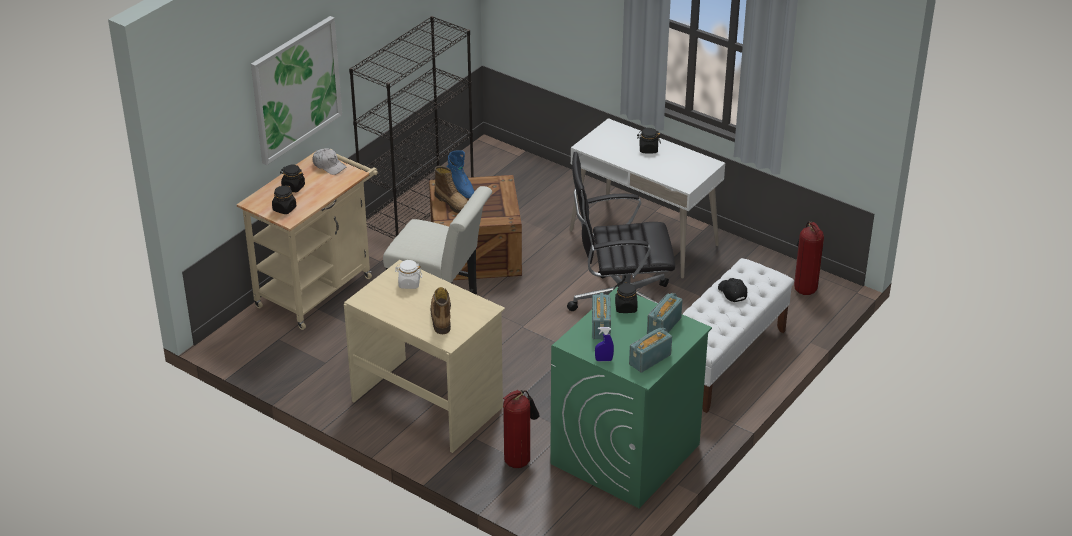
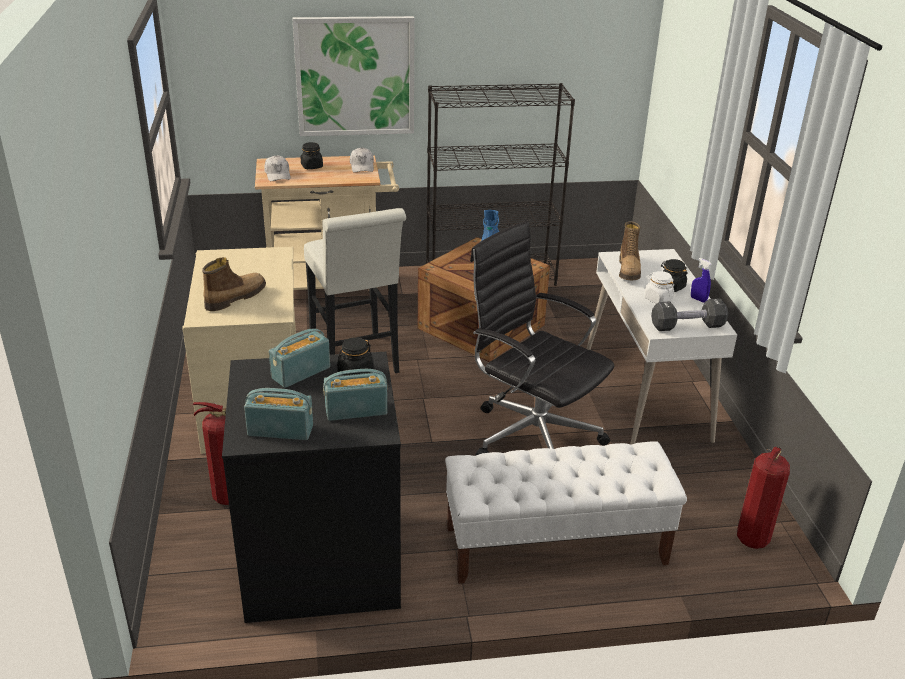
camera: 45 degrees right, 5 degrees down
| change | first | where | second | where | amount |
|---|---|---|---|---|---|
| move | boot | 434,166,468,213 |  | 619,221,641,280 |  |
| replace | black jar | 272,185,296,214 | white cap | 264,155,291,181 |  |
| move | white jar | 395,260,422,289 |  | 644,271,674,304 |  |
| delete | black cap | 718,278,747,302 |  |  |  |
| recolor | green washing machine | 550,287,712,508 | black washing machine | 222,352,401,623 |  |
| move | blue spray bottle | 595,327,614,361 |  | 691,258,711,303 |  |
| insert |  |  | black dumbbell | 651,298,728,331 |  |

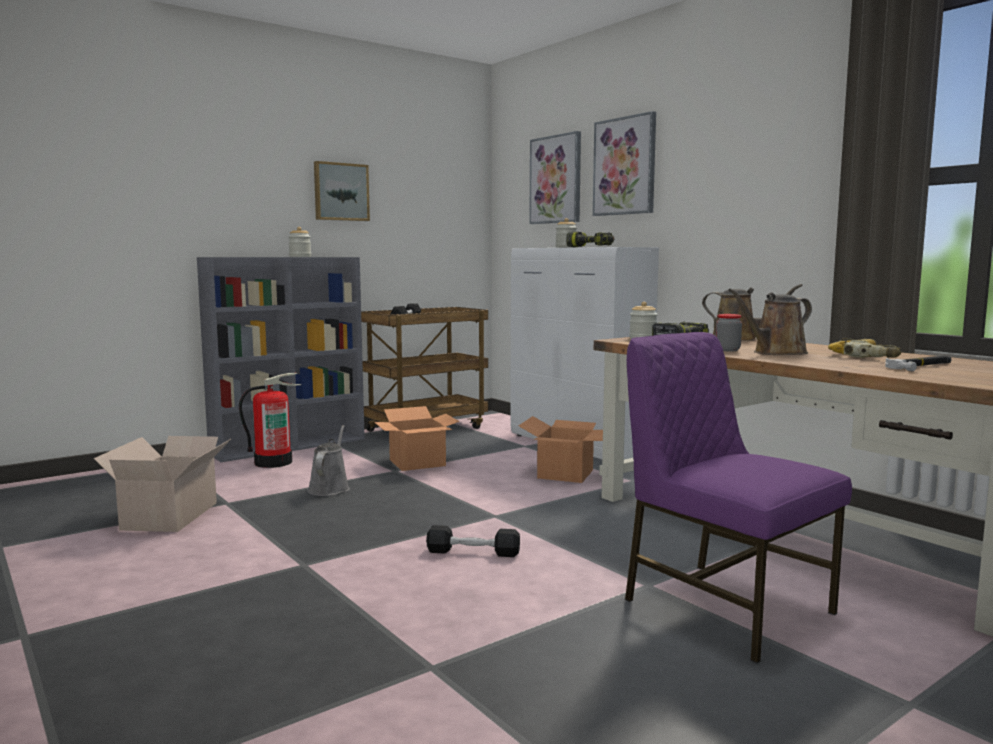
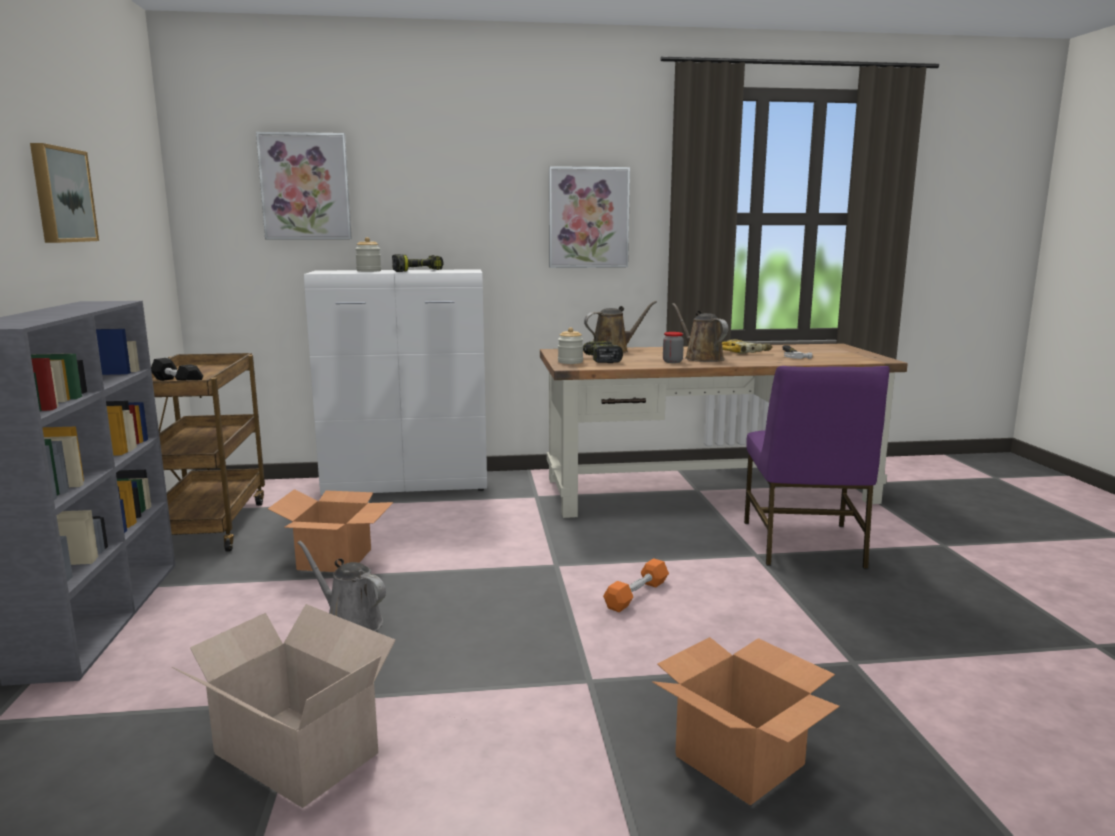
camera: 60 degrees left, 5 degrees up
| change | first | where | second | where | amount |
|---|---|---|---|---|---|
| move | picture | 593,111,656,216 |  | 549,166,630,268 |  |
| delete | jar | 288,227,311,257 |  |  |  |
| rotate | brown watering can | 728,289,812,355 |  | 672,303,728,362 | 150 degrees clockwise |
| rotate | purple chair | 625,332,852,664 |  | 744,366,890,569 | 75 degrees counterclockwise |
| delete | fire extinguisher | 239,373,302,468 |  |  |  |
| move | cardboard box | 518,416,603,483 |  | 652,637,840,805 |  |
| recolor | black dumbbell | 426,525,520,557 | orange dumbbell | 603,558,669,612 |  |

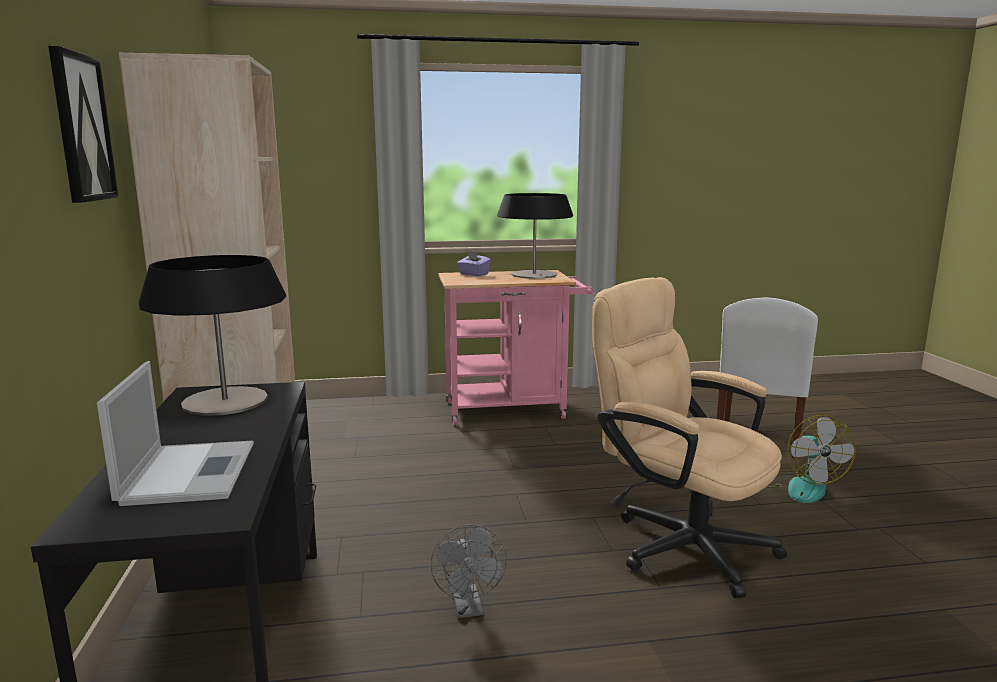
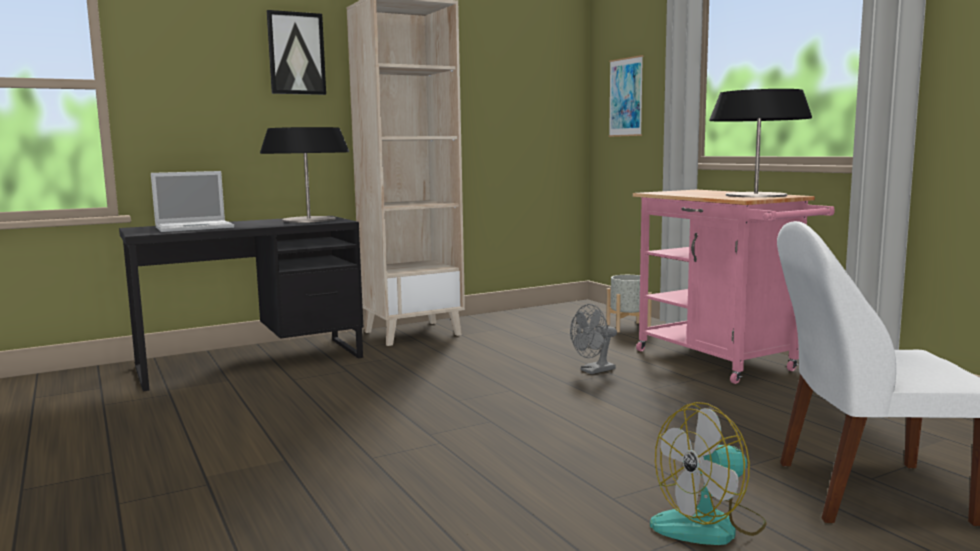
camera: 70 degrees right, 5 degrees down
| change | first | where | second | where | amount |
|---|---|---|---|---|---|
| delete | purple tissue box | 457,251,491,276 |  |  |  |
| delete | beige office chair | 591,277,787,598 |  |  |  |
| move | grey fan | 431,524,507,618 |  | 570,304,617,374 |  |
| insert |  |  | picture | 609,55,643,137 |  |
| insert |  |  | grey planter | 606,275,652,333 |  |

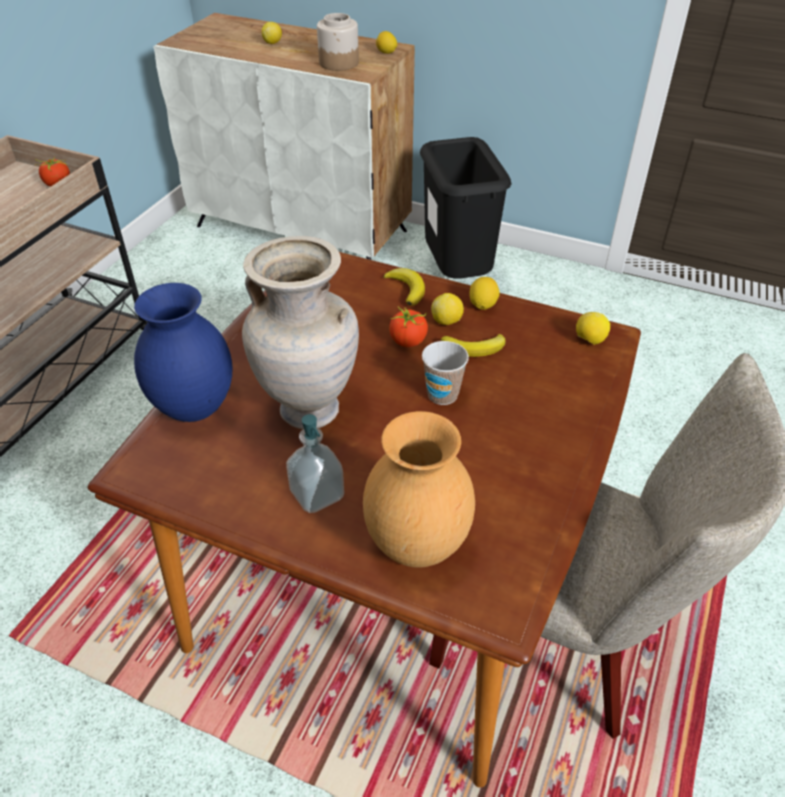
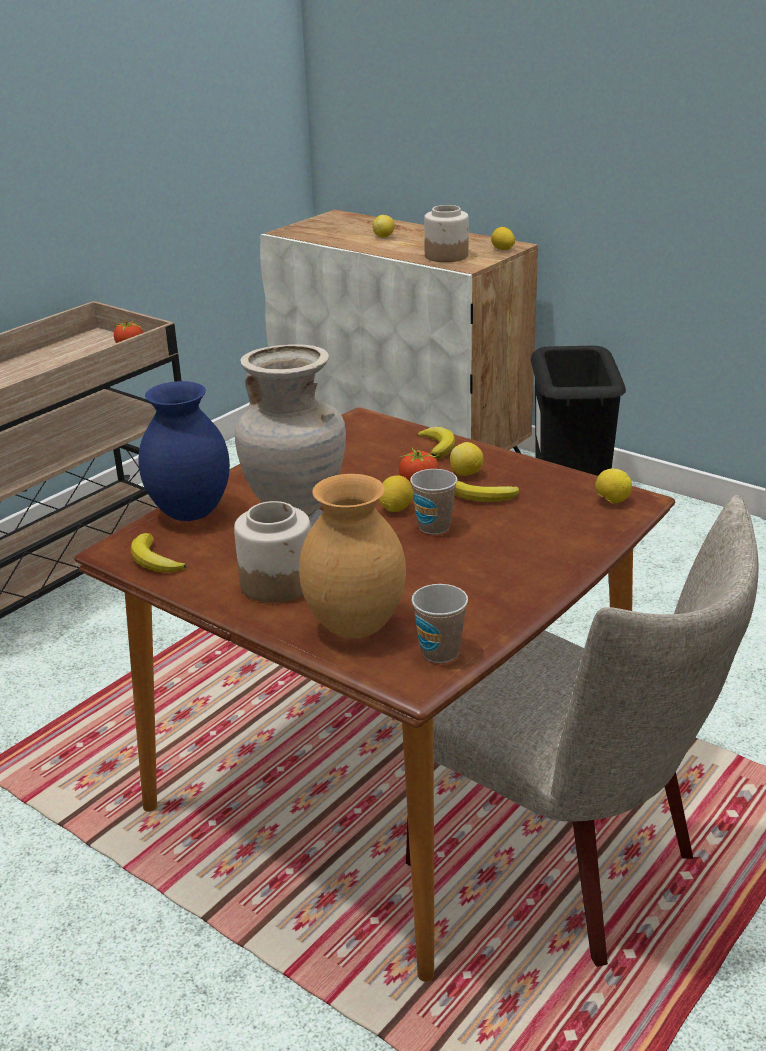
camera: 15 degrees right, 15 degrees down
| change | first | where | second | where | amount |
|---|---|---|---|---|---|
| move | lemon | 469,277,500,310 |  | 379,475,413,512 |  |
| replace | soap dispenser | 286,414,344,513 | jar | 234,501,311,603 |  |
| insert |  |  | banana | 131,533,187,573 |  |
| insert |  |  | cup | 412,584,468,663 |  |

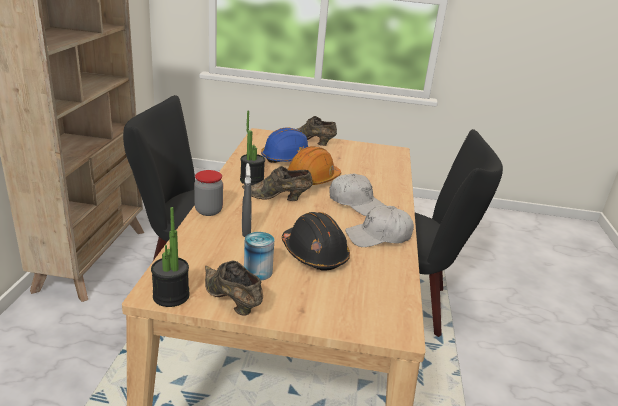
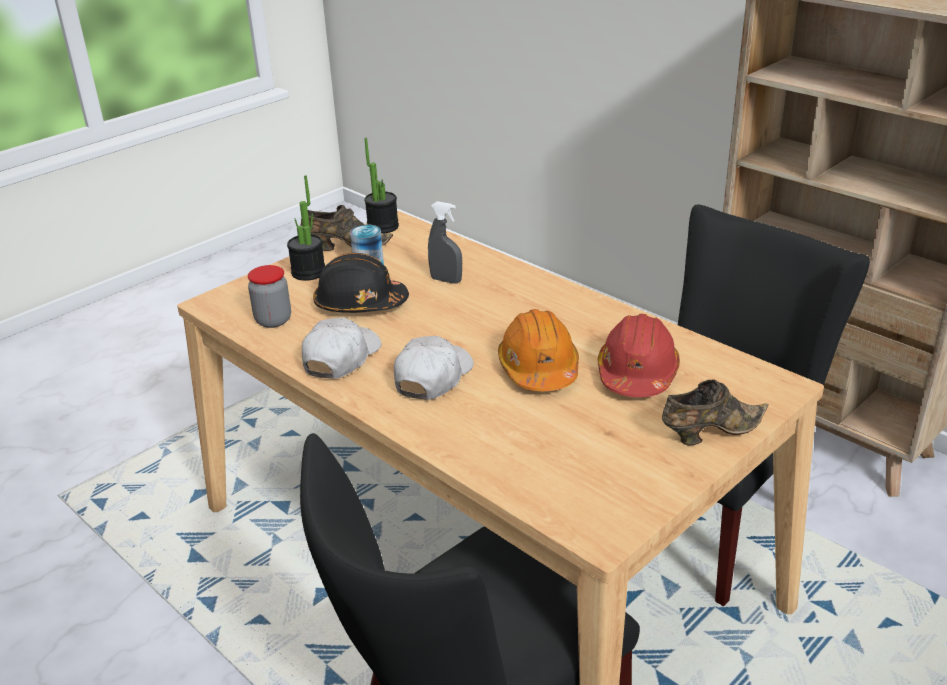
camera: 130 degrees right, 5 degrees up
| change | first | where | second | where | amount |
|---|---|---|---|---|---|
| move | potted plant | 240,111,265,185 |  | 287,175,325,281 |  |
| recolor | blue hard hat | 261,127,309,163 | red hard hat | 598,314,680,397 |  |
| delete | brown shoe | 242,166,313,201 |  |  |  |
| move | jar | 194,170,223,216 |  | 248,265,291,328 |  |
| rotate | white cap | 329,174,386,216 |  | 394,336,474,400 | 135 degrees clockwise |

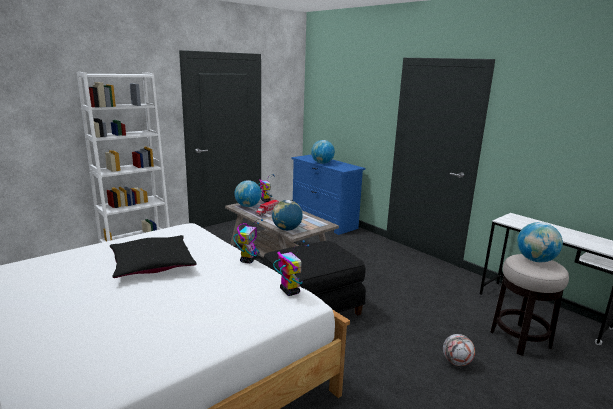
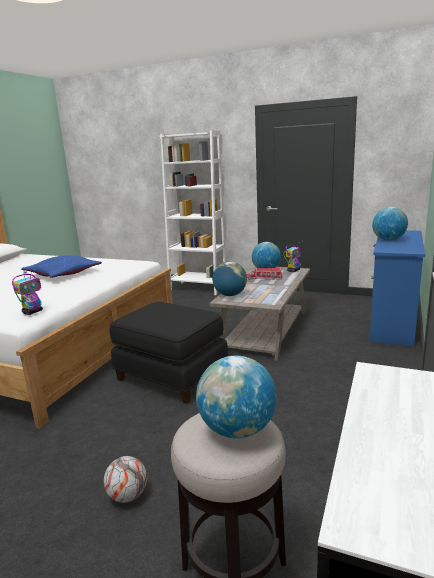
camera: 65 degrees right, 0 degrees up
| change | first | where | second | where | amount |
|---|---|---|---|---|---|
| delete | toy robot | 233,219,263,263 |  |  |  |
| recolor | black pillow | 110,235,197,278 | blue pillow | 21,256,102,278 |  |

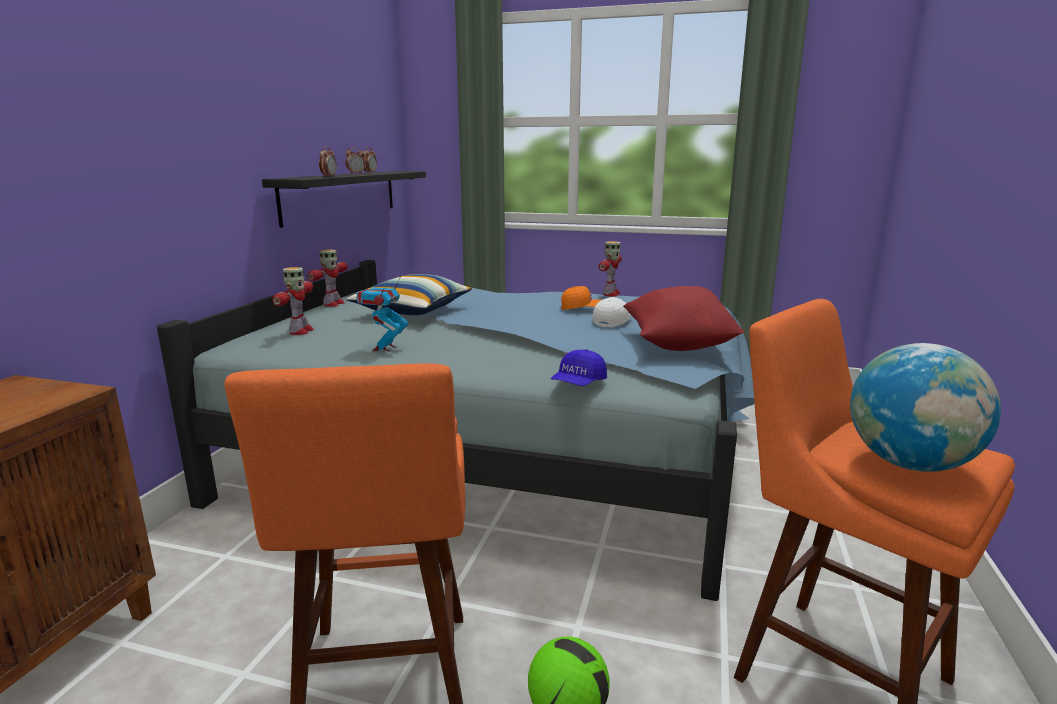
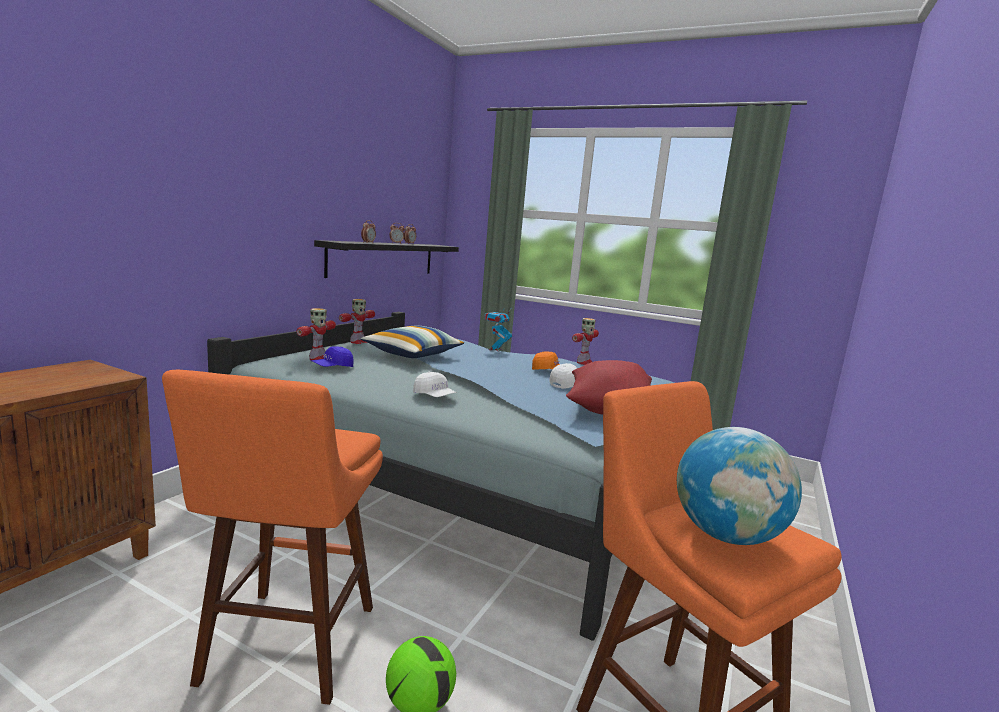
camera: 10 degrees right, 5 degrees down
| change | first | where | second | where | amount |
|---|---|---|---|---|---|
| move | toy robot | 356,276,408,352 |  | 484,307,512,352 |  |
| move | blue cap | 551,349,607,386 |  | 311,346,354,367 |  |
| insert |  |  | white cap | 413,372,457,397 |  |

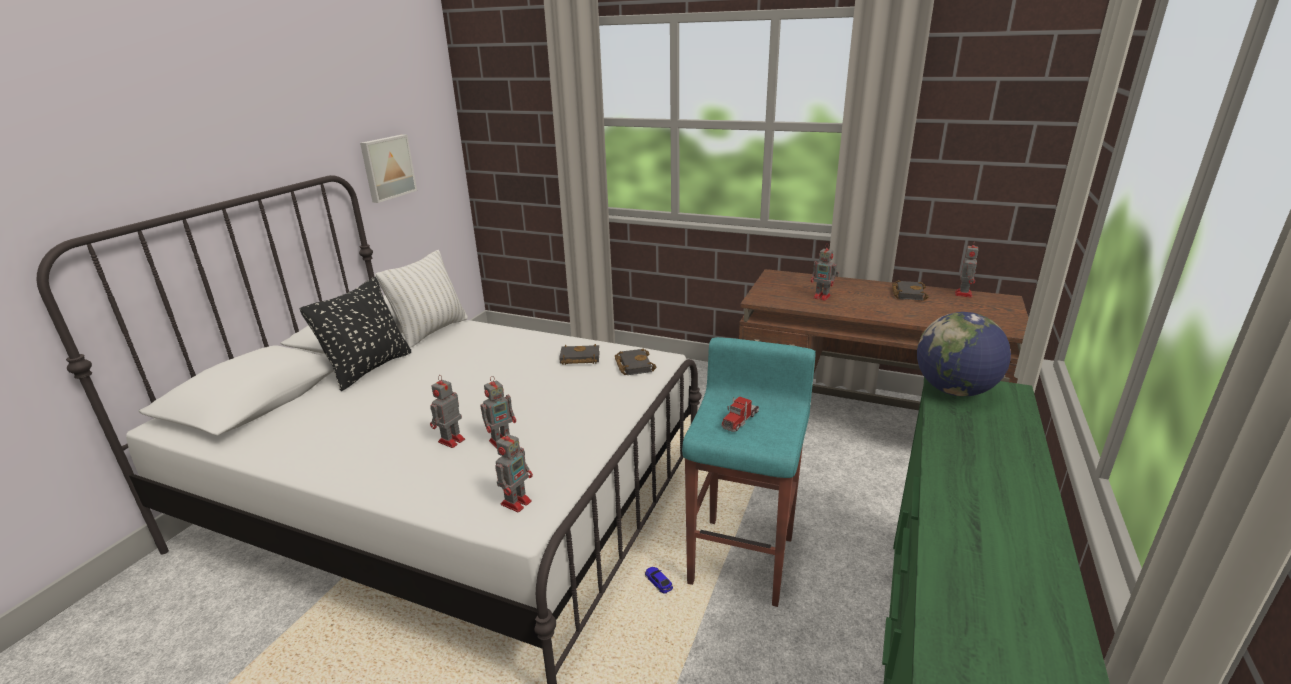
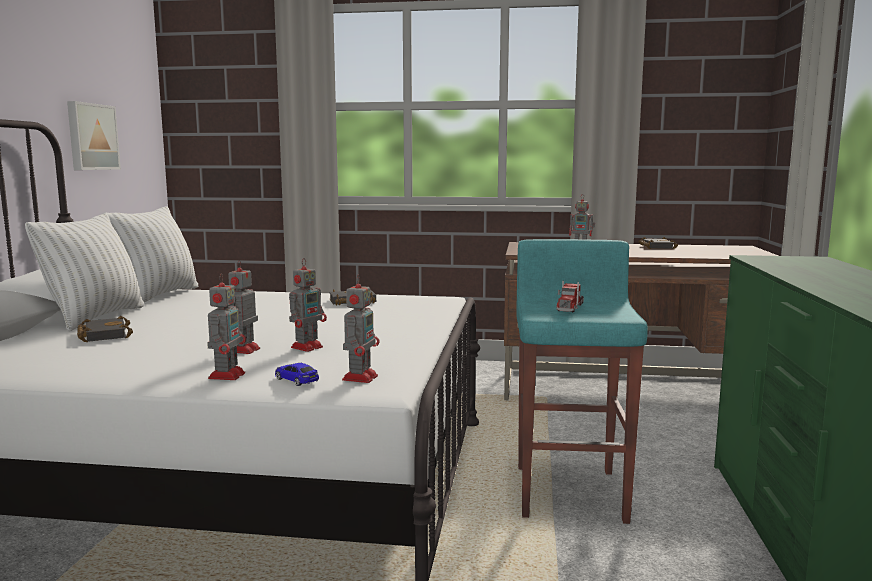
camera: 15 degrees left, 15 degrees down
| change | first | where | second | where | amount |
|---|---|---|---|---|---|
| move | toy robot | 955,240,978,298 |  | 207,274,246,380 |  |
| recolor | black pillow | 300,277,411,391 | white pillow | 25,214,144,331 |  |
| delete | globe | 917,312,1011,396 |  |  |  |
| move | black book | 615,349,657,375 |  | 77,316,133,342 |  |
| move | toy car | 645,567,673,594 |  | 275,363,319,386 |  |

